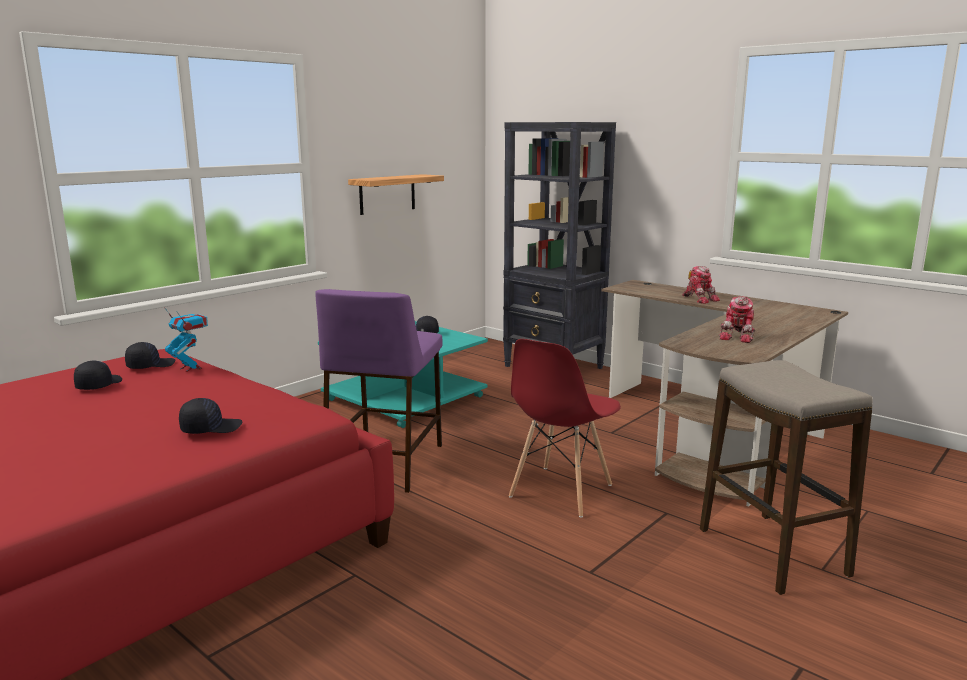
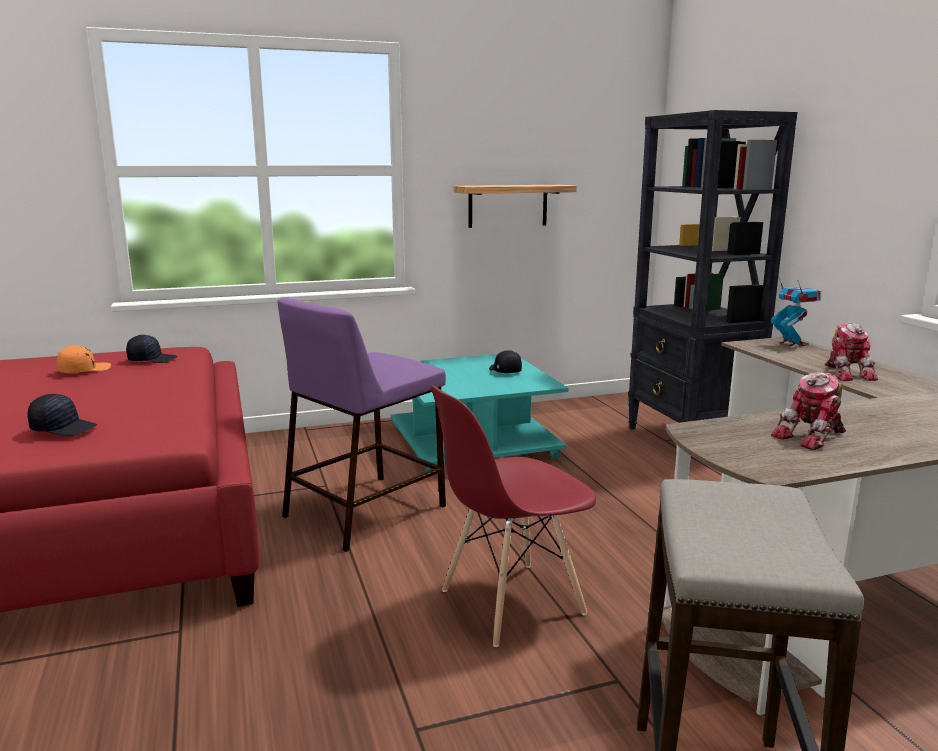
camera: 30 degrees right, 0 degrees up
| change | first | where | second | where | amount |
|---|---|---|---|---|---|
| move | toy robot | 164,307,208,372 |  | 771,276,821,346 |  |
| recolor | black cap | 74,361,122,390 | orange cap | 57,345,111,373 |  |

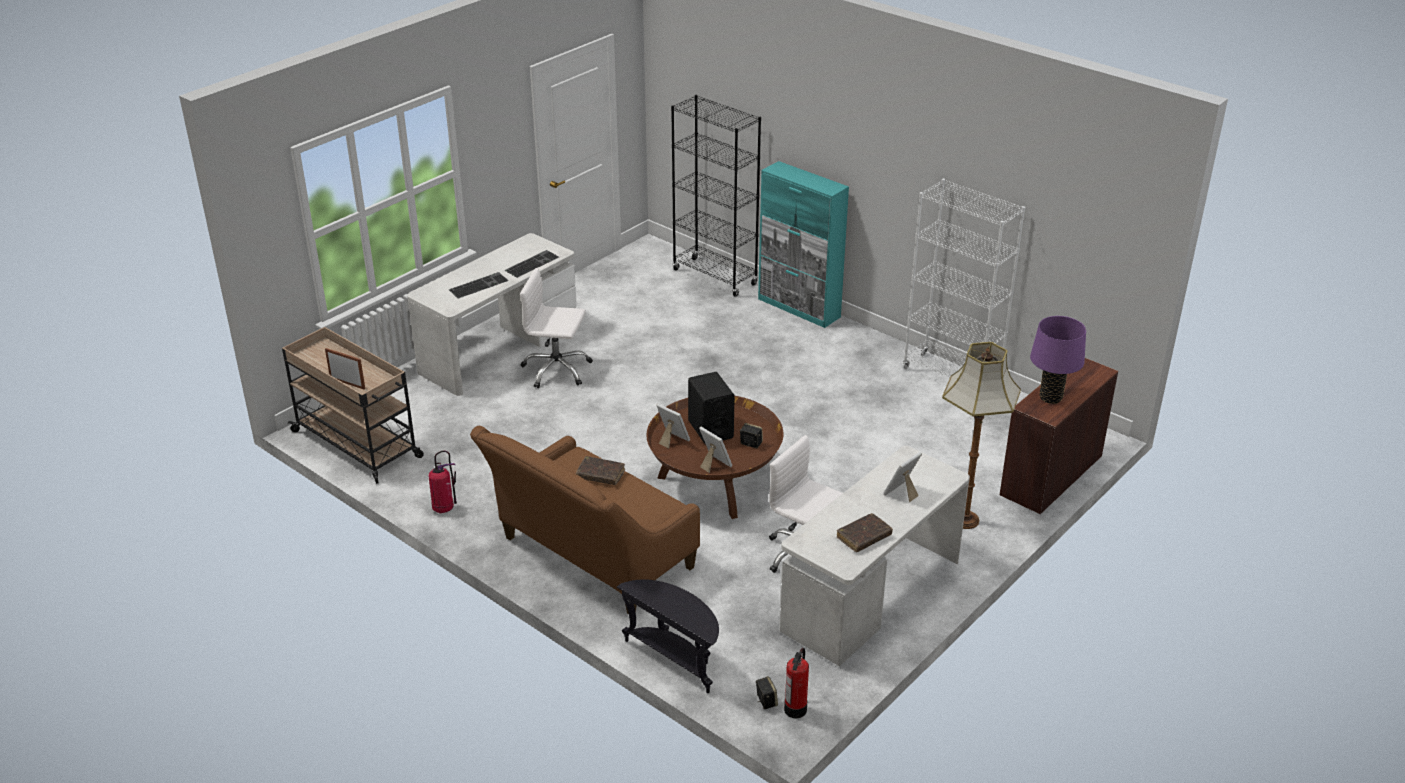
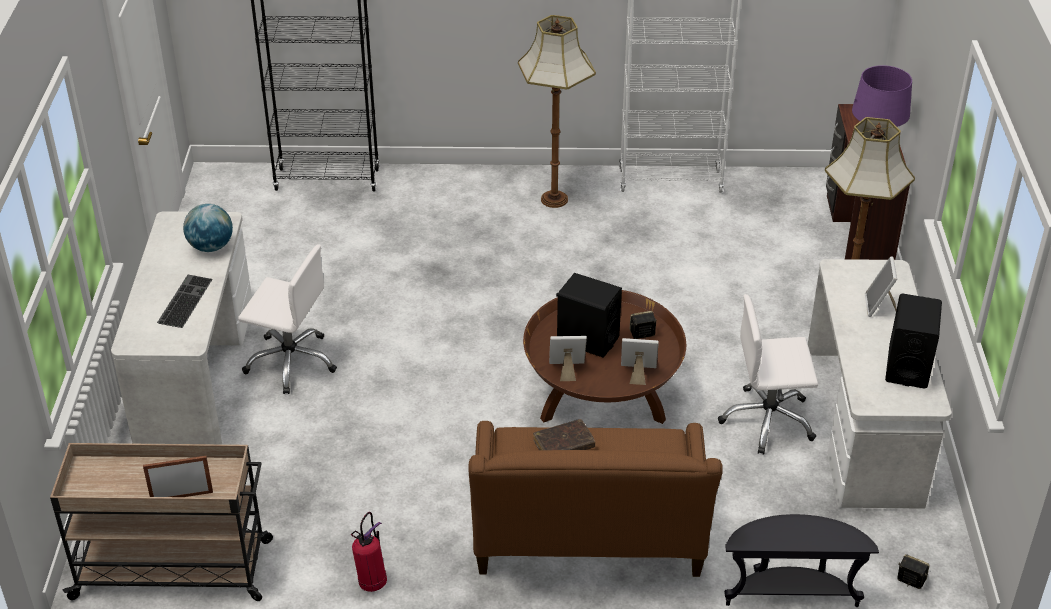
camera: 40 degrees left, 5 degrees up
| change | first | where | second | where | amount |
|---|---|---|---|---|---|
| delete | turquoise cabinet | 758,161,849,328 |  |  |  |
| replace | keyboard | 505,250,559,278 | globe | 183,204,233,252 |  |
| rotate | white office chair | 520,268,593,388 |  | 238,245,337,394 | 135 degrees counterclockwise |
| replace | brown book | 837,513,893,552 | black speaker | 885,293,942,389 |  |
| delete | fire extinguisher | 784,648,809,718 |  |  |  |
| insert |  |  | floor lamp | 518,15,596,208 |  |

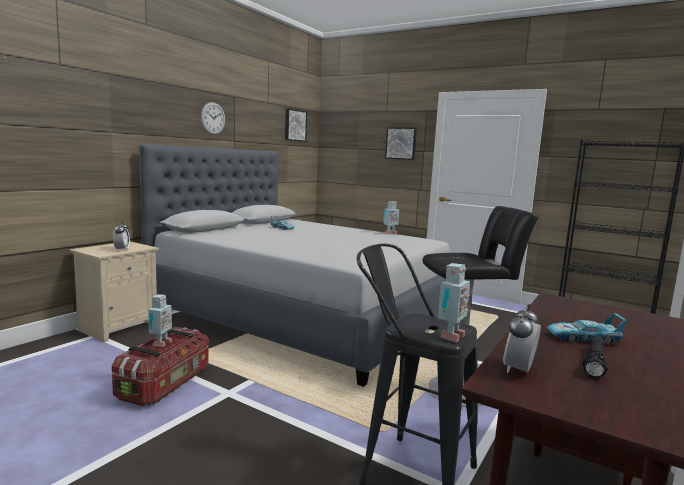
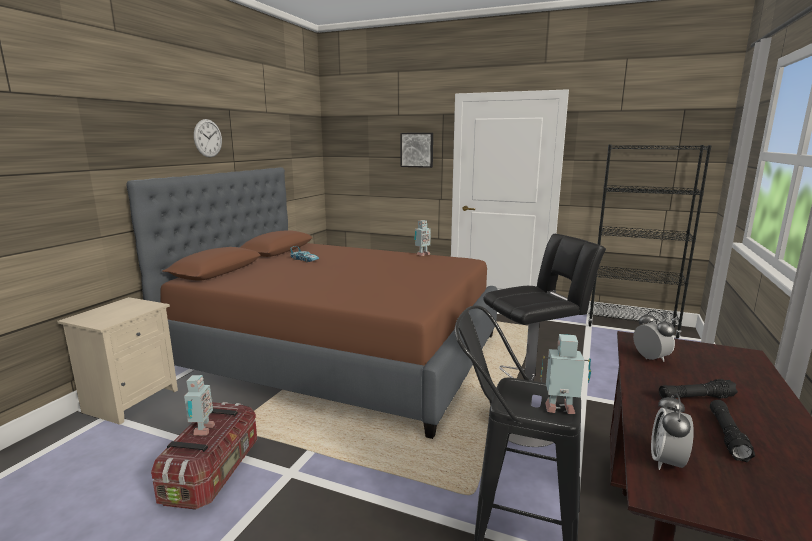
camera: 10 degrees left, 5 degrees up
| change | first | where | second | where | amount |
|---|---|---|---|---|---|
| delete | picture | 285,108,307,142 |  |  |  |
| recolor | grey bed | 139,144,450,387 | brown bed | 126,167,498,439 |  |
| move | alarm clock | 113,221,130,251 |  | 633,311,675,362 |  |
| rotate | toy robot | 438,263,470,342 |  | 540,334,591,414 | 105 degrees counterclockwise |
| replace | toy car | 547,313,626,345 | black flashlight | 659,379,738,399 |  |

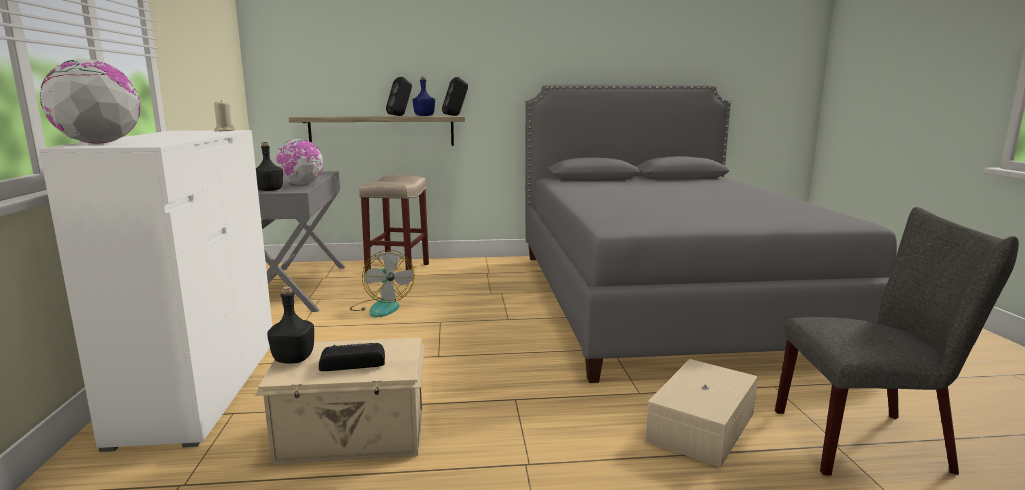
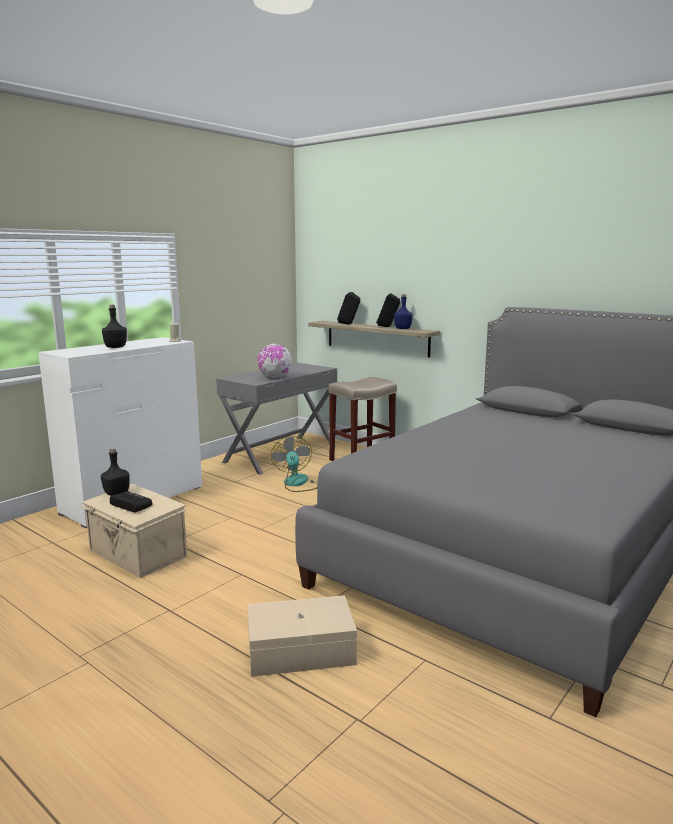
camera: 45 degrees right, 0 degrees up
| change | first | where | second | where | amount |
|---|---|---|---|---|---|
| delete | globe | 39,59,140,144 |  |  |  |
| move | black speaker | 442,77,468,116 |  | 337,292,360,324 |  |
| move | black bottle | 256,142,283,191 |  | 102,305,127,348 |  |
| delete | grey chair | 775,207,1019,475 |  |  |  |
| rotate | fan | 350,250,415,317 |  | 271,436,317,492 | 150 degrees clockwise |

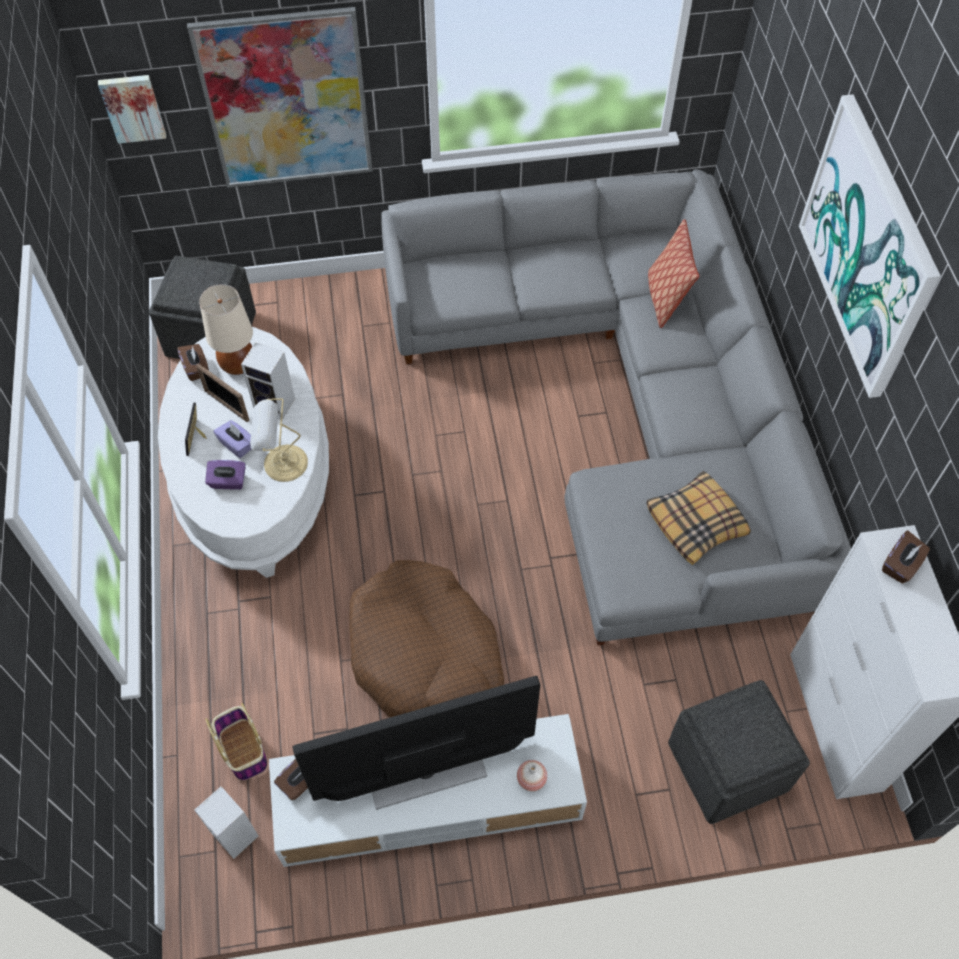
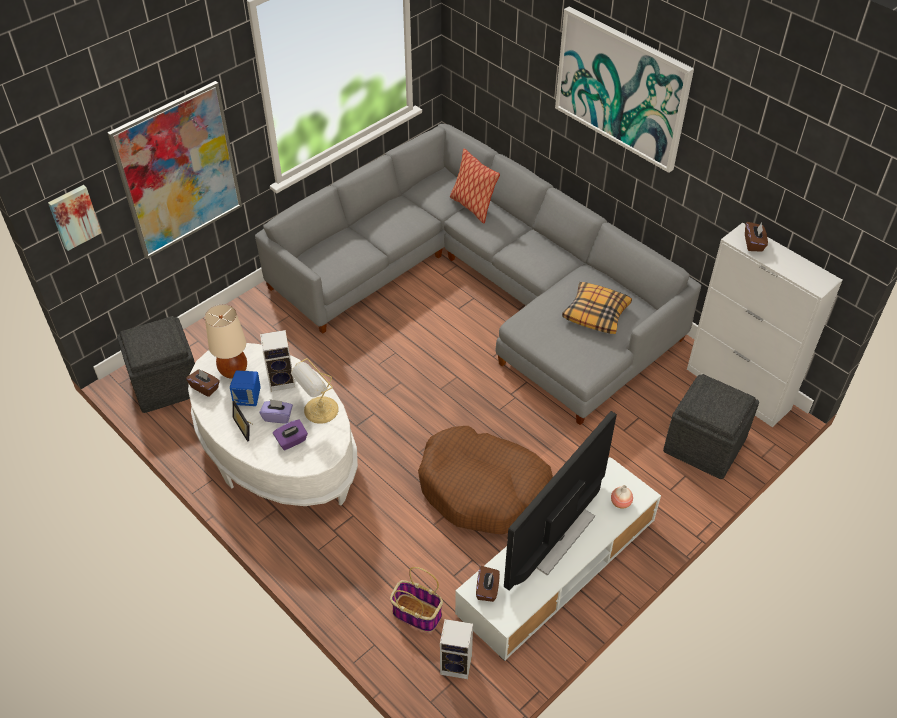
camera: 35 degrees left, 10 degrees down
| change | first | where | second | where | amount |
|---|---|---|---|---|---|
| replace | picture frame | 196,363,250,422 | blue speaker | 230,371,261,406 |  |

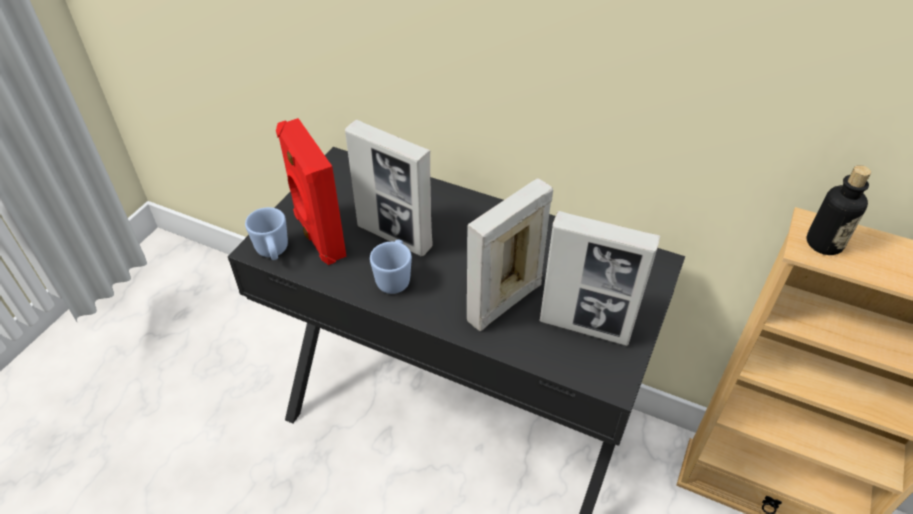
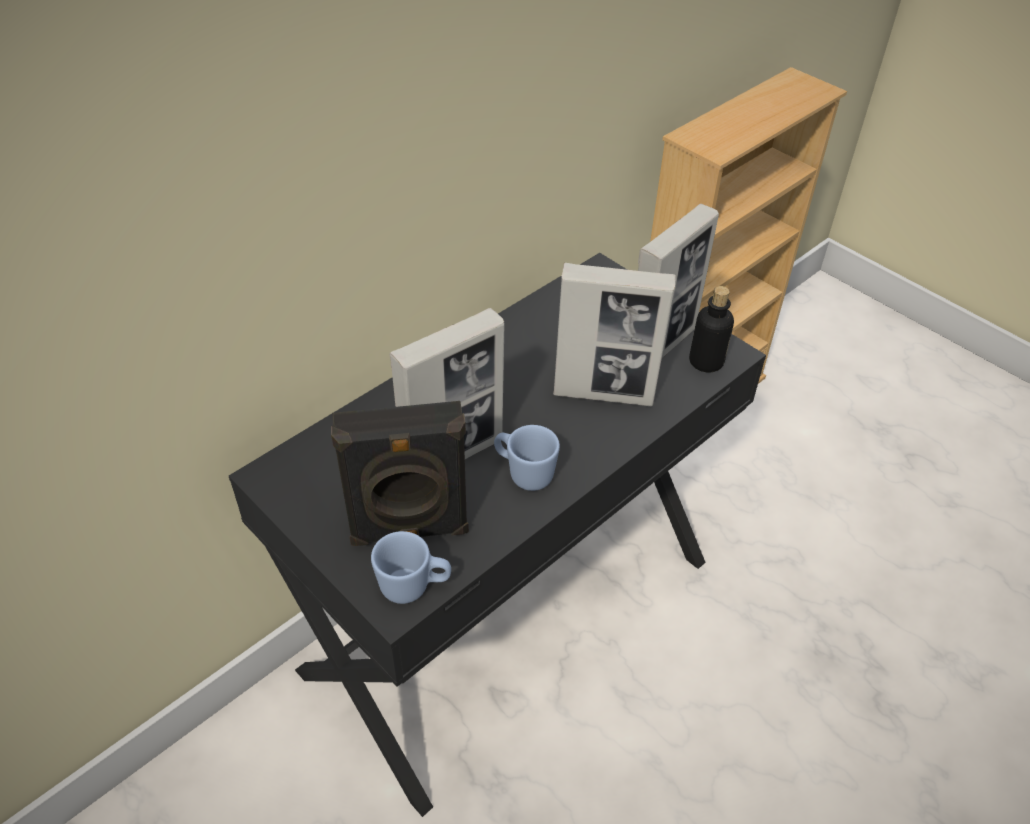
camera: 70 degrees left, 0 degrees up
| change | first | where | second | where | amount |
|---|---|---|---|---|---|
| recolor | red speaker | 276,118,347,265 | black speaker | 331,401,469,546 |  |
| move | bottle | 806,165,871,255 |  | 689,286,734,373 |  |
| rotate | picture frame | 467,179,553,331 |  | 553,263,676,407 | 60 degrees counterclockwise |

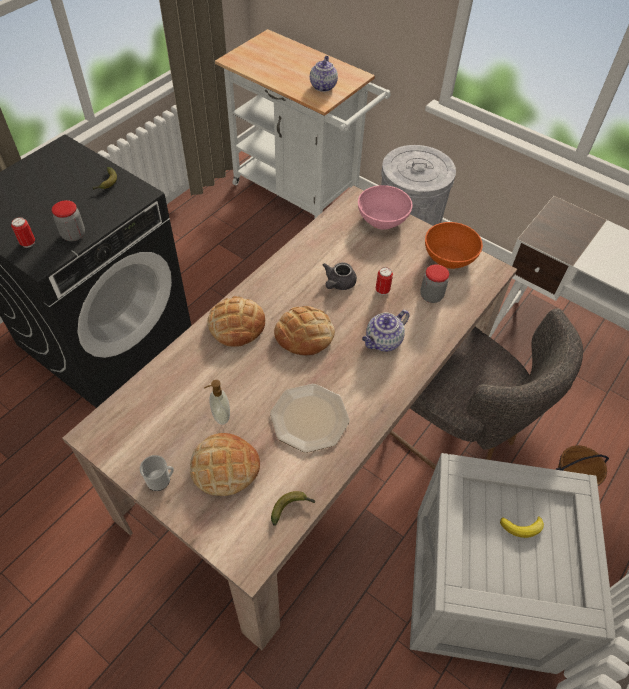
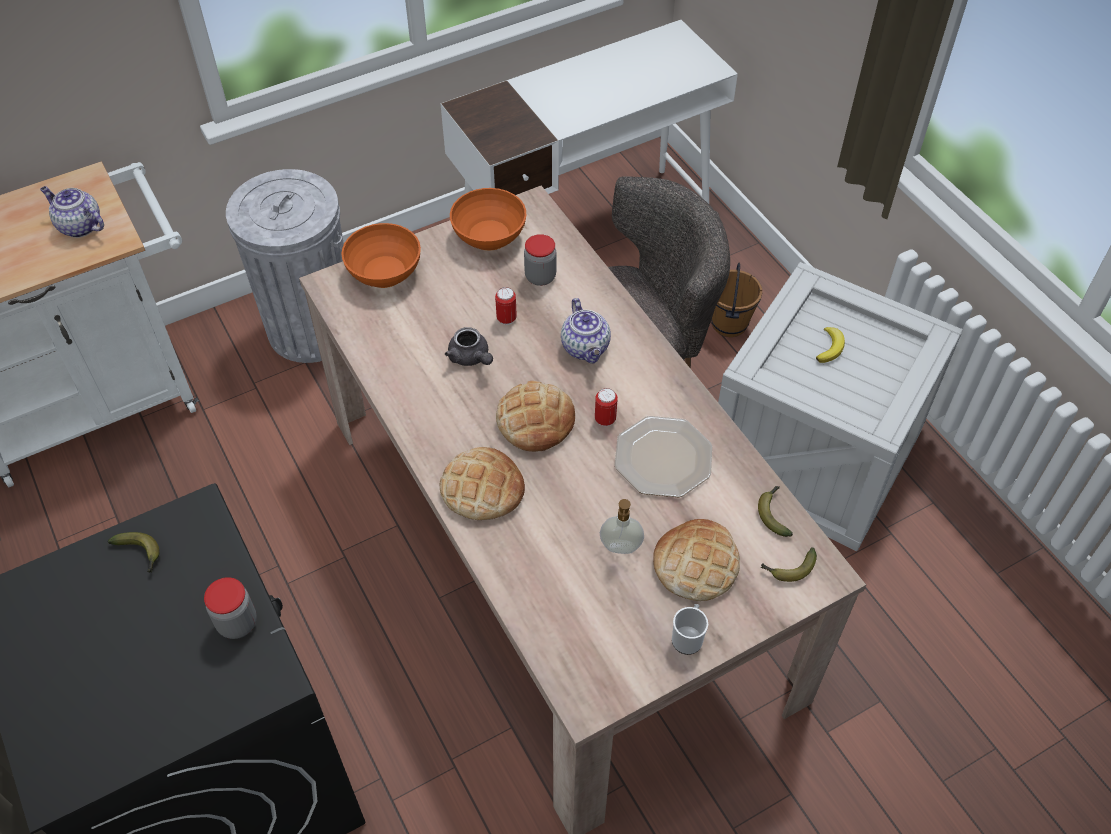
camera: 65 degrees left, 0 degrees up
| change | first | where | second | where | amount |
|---|---|---|---|---|---|
| recolor | pink bowl | 358,185,412,229 | orange bowl | 341,223,421,288 |  |
| move | can | 11,217,35,248 |  | 595,388,618,426 |  |
| insert |  |  | banana | 761,547,817,582 |  |

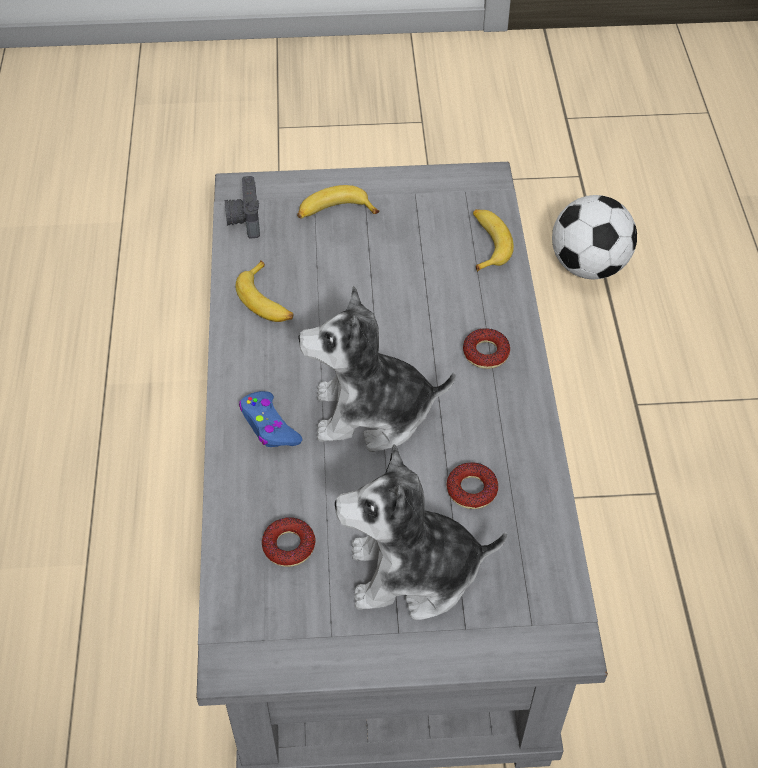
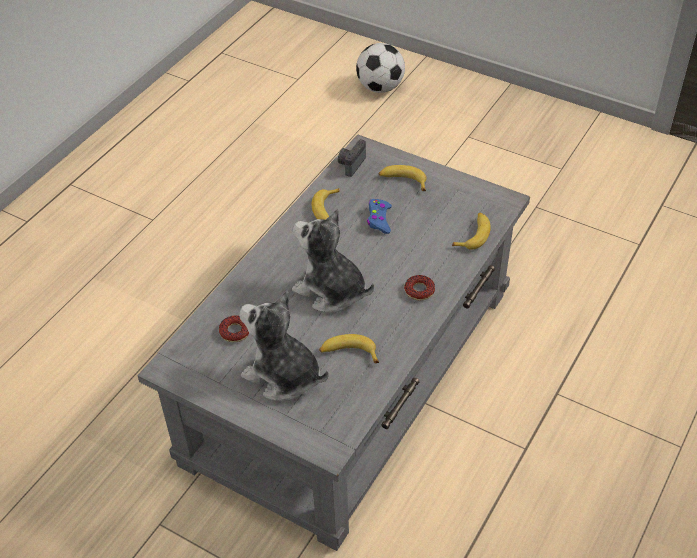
camera: 35 degrees right, 5 degrees down
| change | first | where | second | where | amount |
|---|---|---|---|---|---|
| move | football | 552,195,637,280 |  | 356,43,405,93 |  |
| move | blue game controller | 239,391,302,447 |  | 367,199,392,234 |  |
| replace | donut | 446,462,498,509 | banana | 319,334,379,363 |  |

